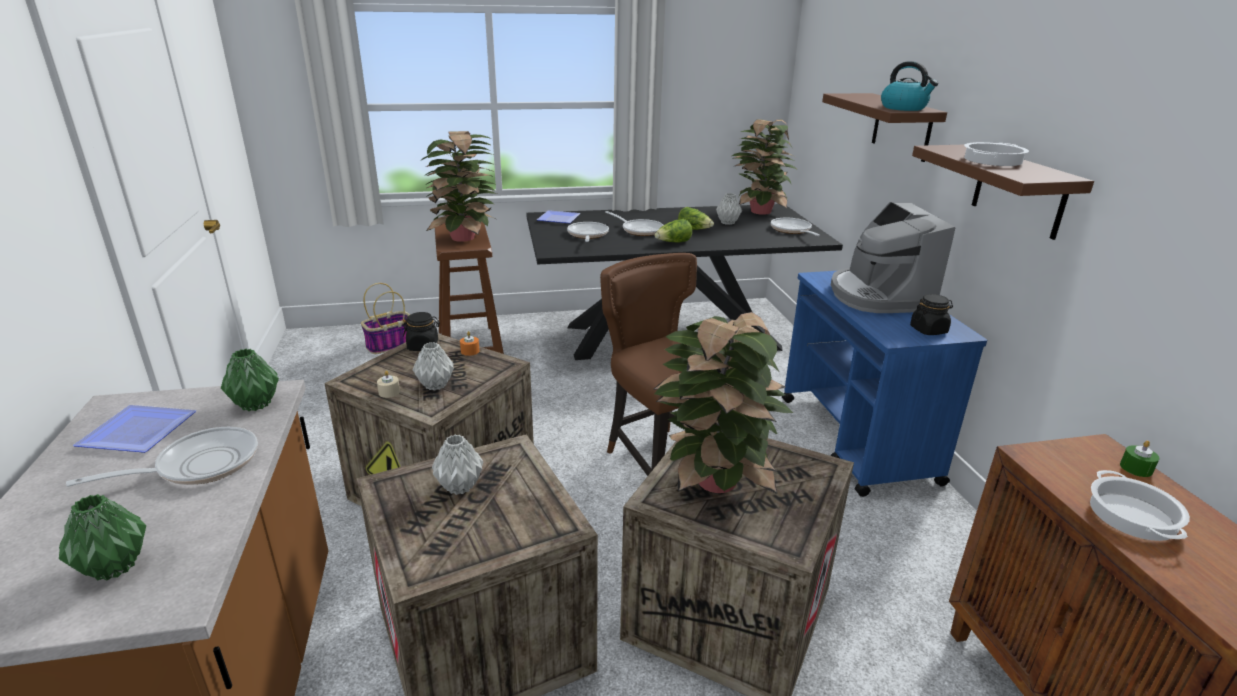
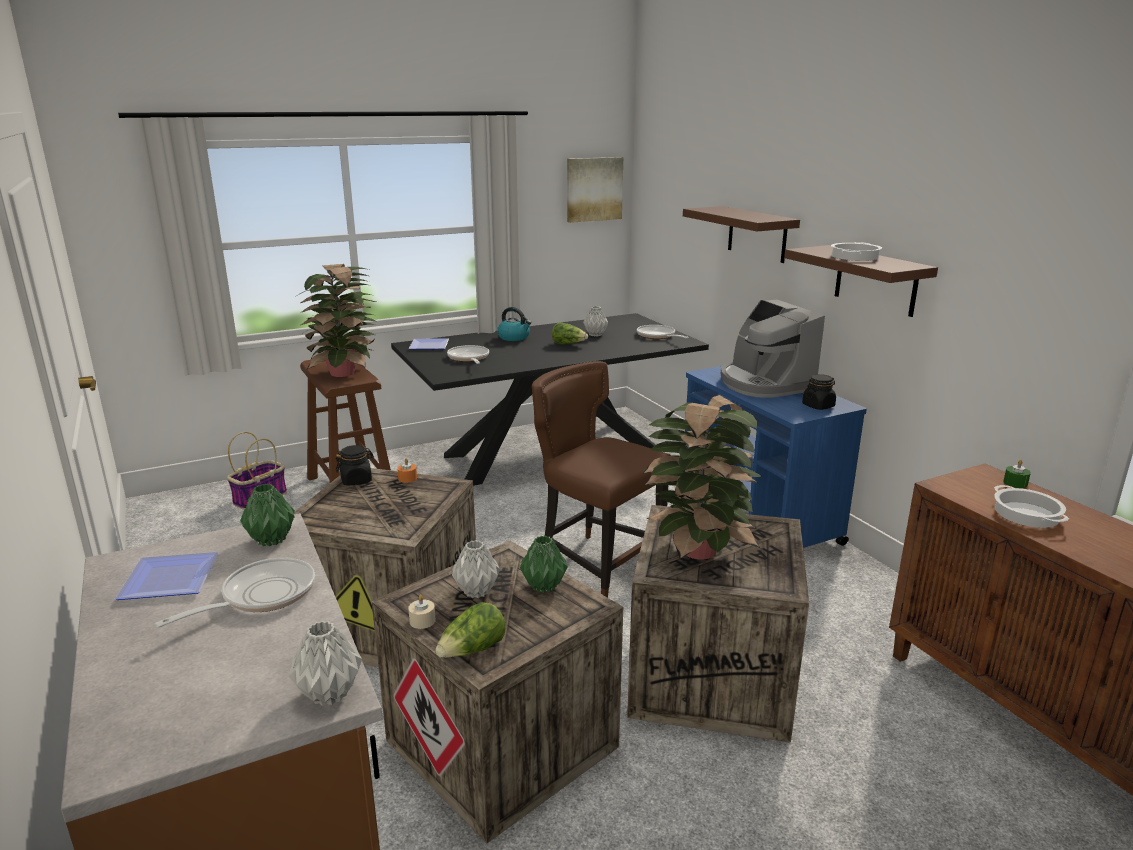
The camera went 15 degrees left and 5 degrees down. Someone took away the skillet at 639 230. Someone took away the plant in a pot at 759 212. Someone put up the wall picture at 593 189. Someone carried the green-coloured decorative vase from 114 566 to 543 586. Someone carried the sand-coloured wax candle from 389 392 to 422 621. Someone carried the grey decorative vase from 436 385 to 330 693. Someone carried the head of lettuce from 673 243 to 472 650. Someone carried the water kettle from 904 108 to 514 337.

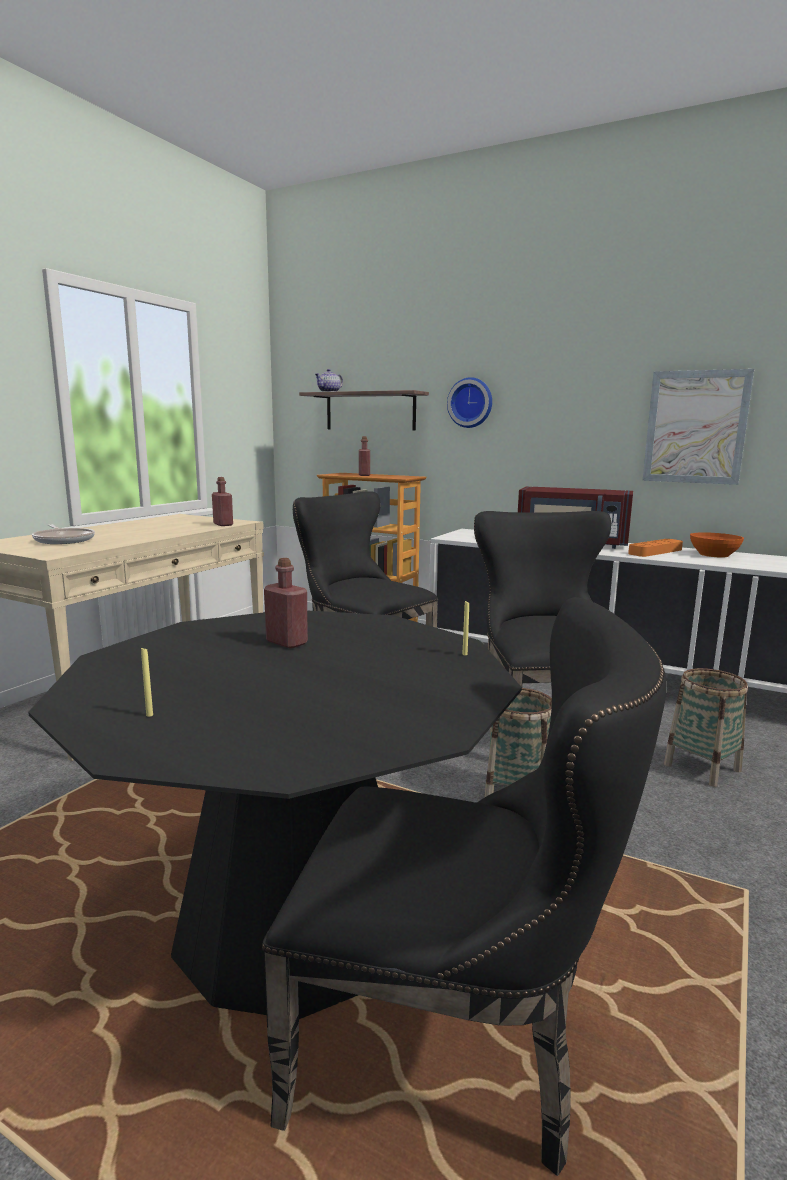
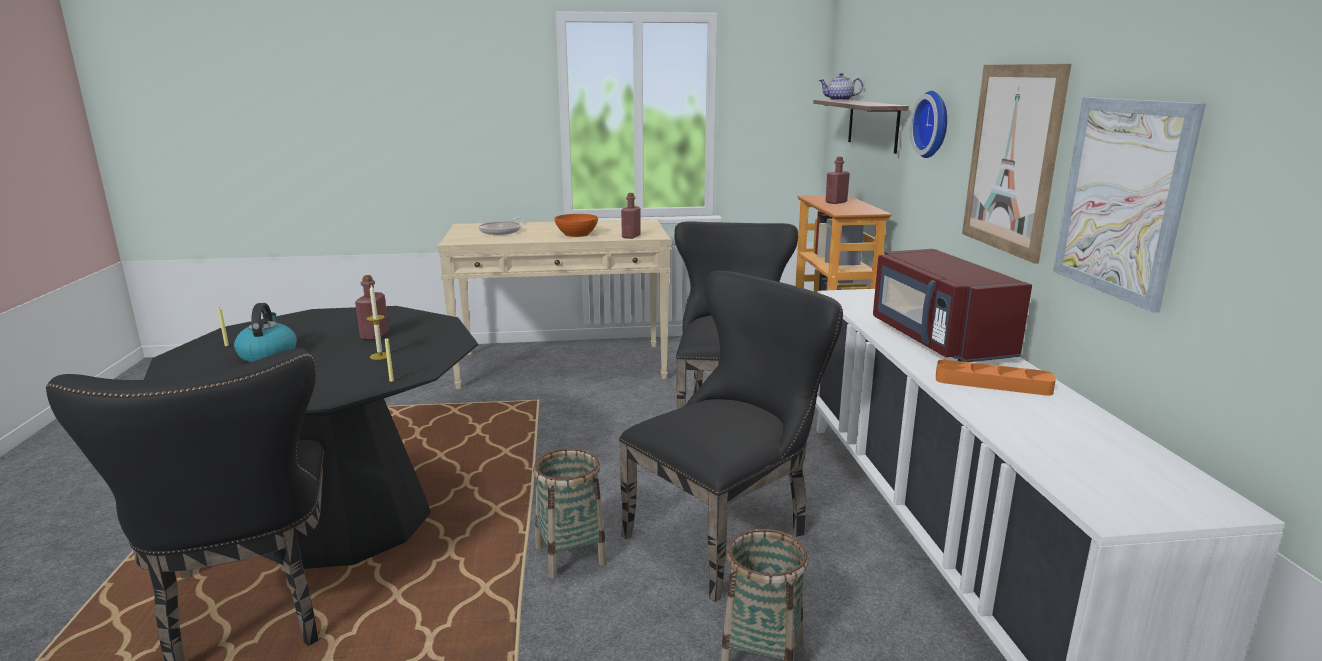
The camera went 55 degrees right and 5 degrees up. Someone put down the water kettle at 268 354. Someone put down the wax candle at 380 356. Someone put up the wall picture at 1012 159. Someone carried the orange serving bowl from 714 555 to 576 234.

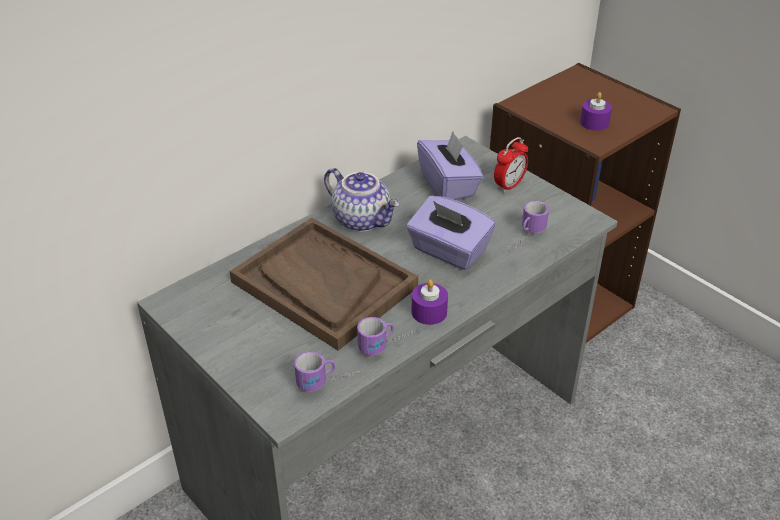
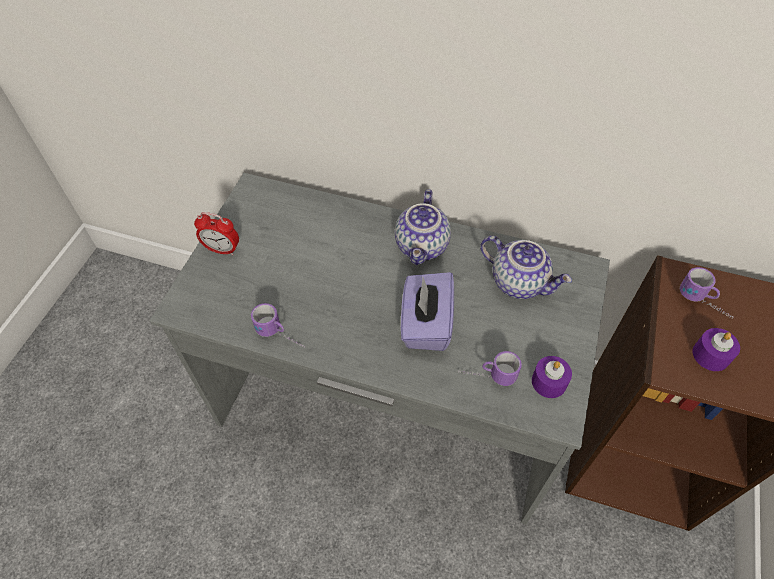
The camera went 60 degrees right and 15 degrees up. Someone took away the brown tray at 323 284. Someone carried the mug from 328 383 to 703 304. Someone carried the purple-coloured wax candle from 429 312 to 549 382. Someone carried the table clock from 509 186 to 222 249. Someone swapped the purple-coloured box of tissues at 448 185 for the pot for tea at 520 282.

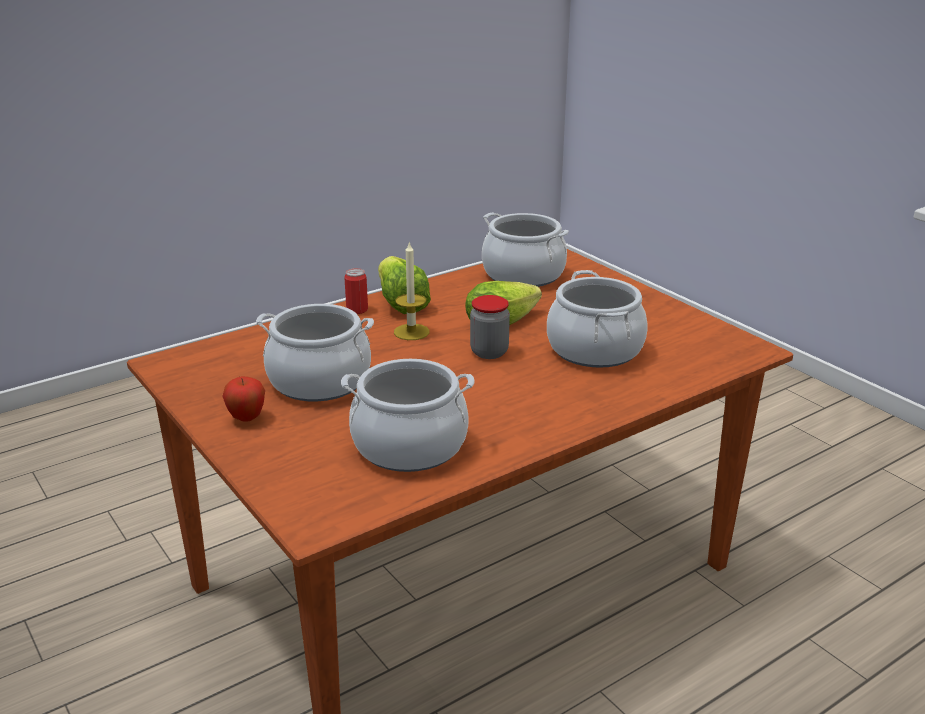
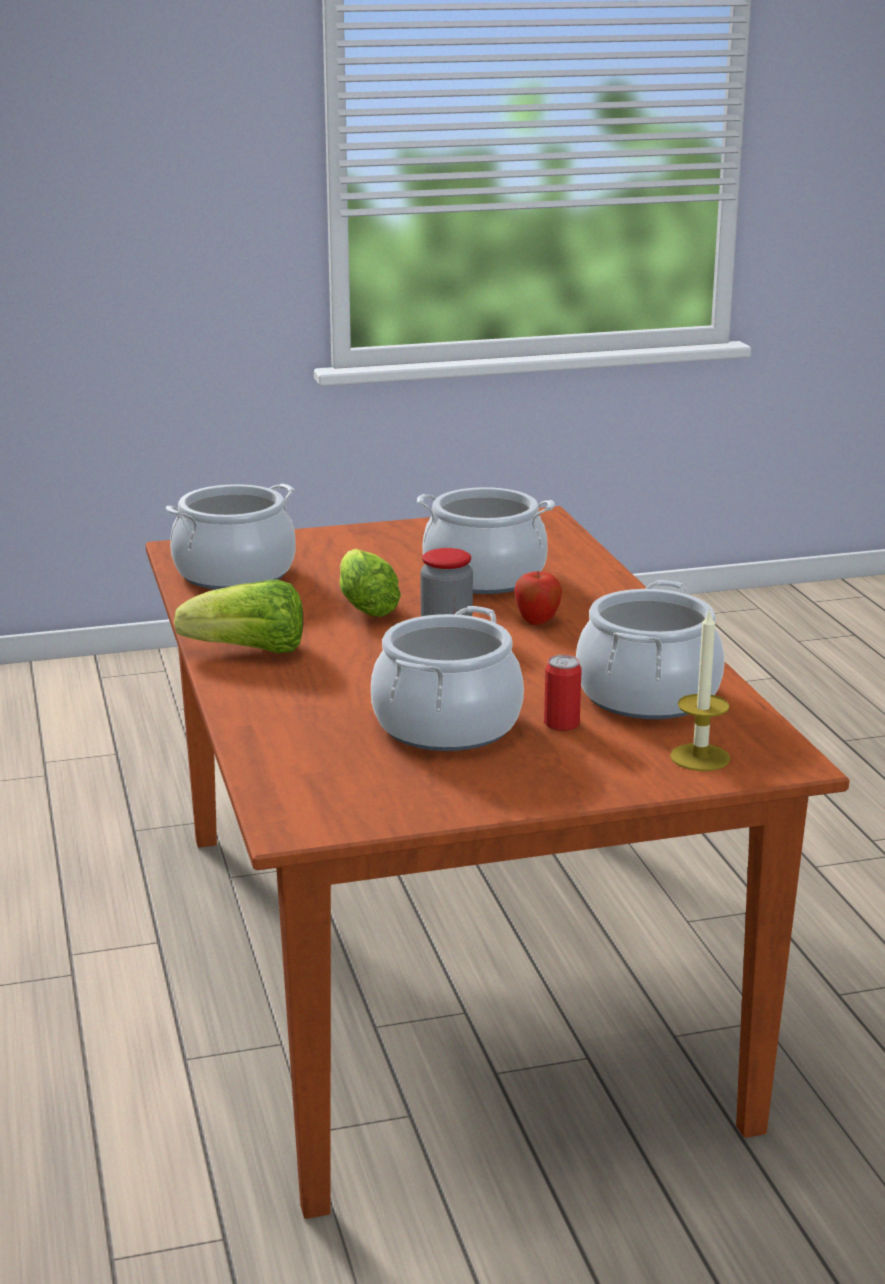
The camera went 70 degrees left and 5 degrees down. Someone carried the apple from 247 418 to 537 622. Someone carried the sealed can from 357 310 to 561 724. Someone carried the wax candle from 411 332 to 700 757.

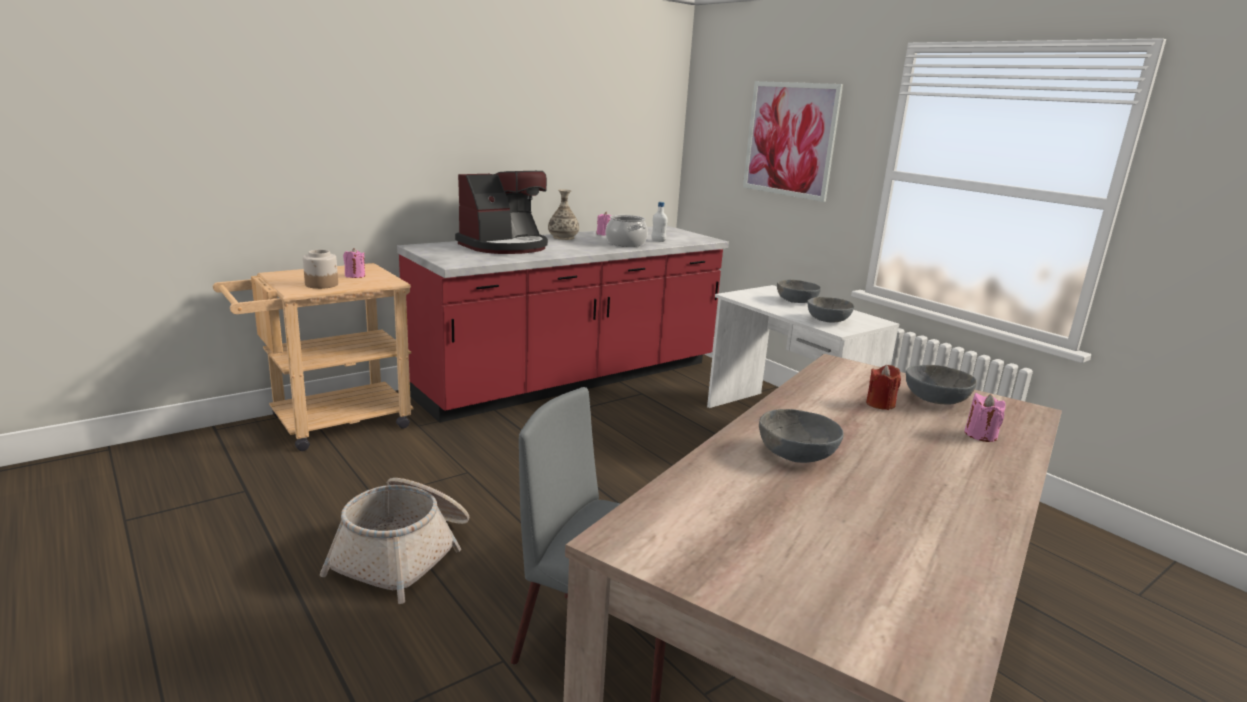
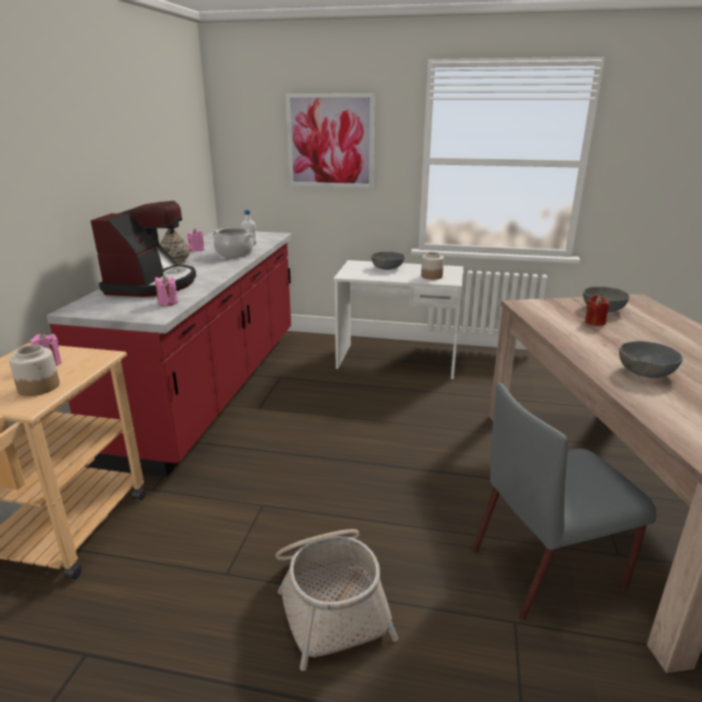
The camera went 40 degrees left and 5 degrees up. Someone carried the pink wax candle from 980 435 to 168 303. Someone swapped the grey serving bowl at 827 320 for the jar at 431 276.

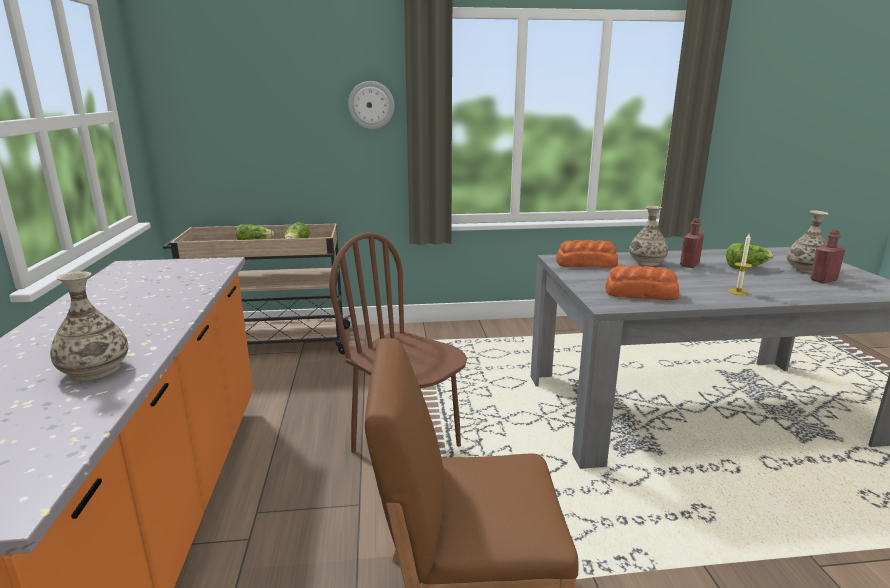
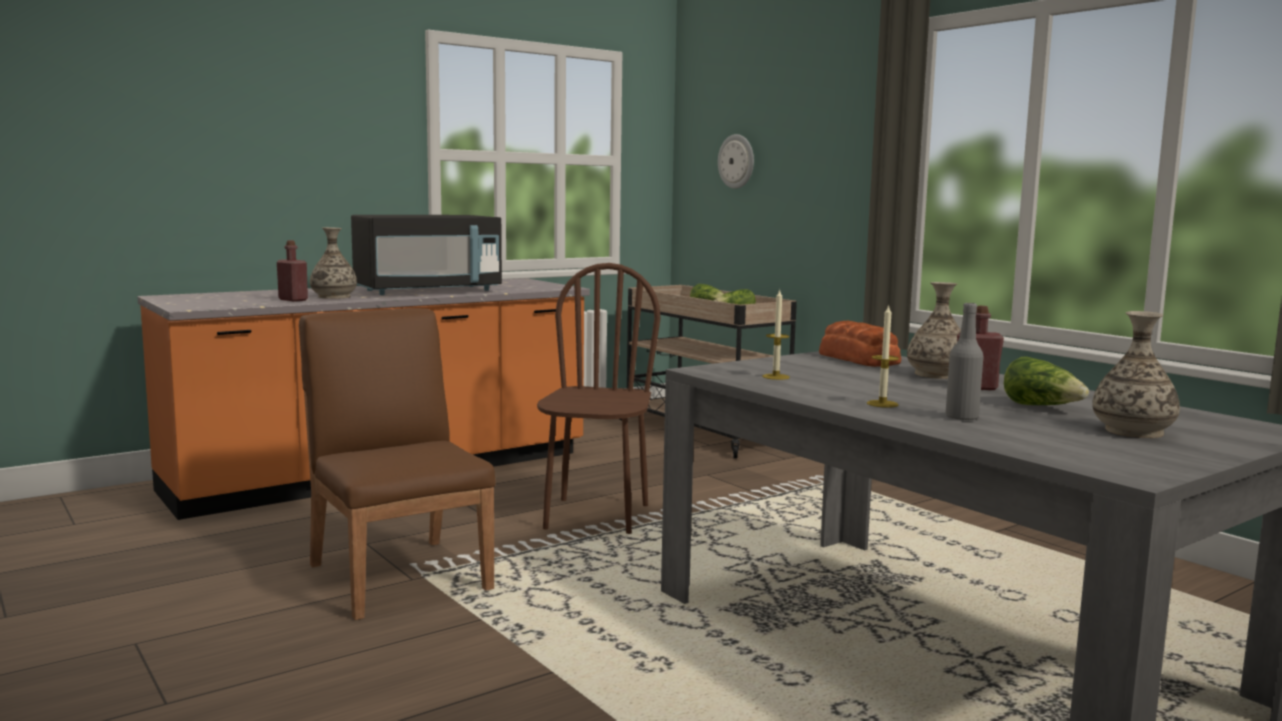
The camera went 60 degrees right and 10 degrees down. Someone put down the black-coloured microwave at 428 291. Someone put down the grey beverage bottle at 961 417. Someone carried the clock on the wall from 371 105 to 737 161. Someone carried the reddish beverage bottle from 823 280 to 293 300. Someone swapped the bakery bread at 641 294 for the wax candle at 776 377.

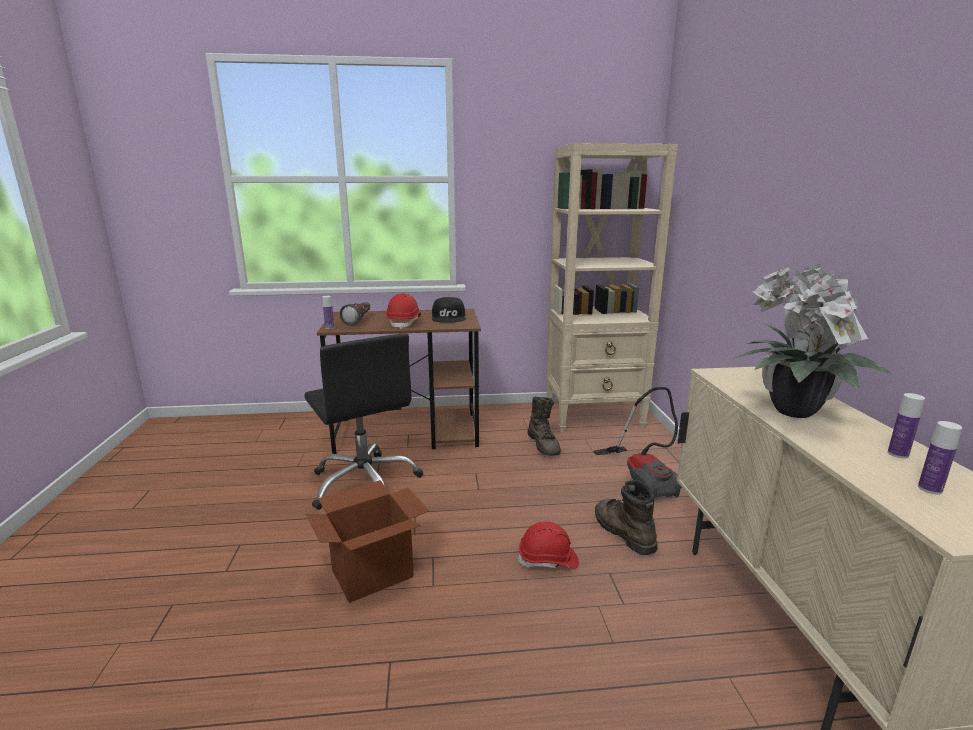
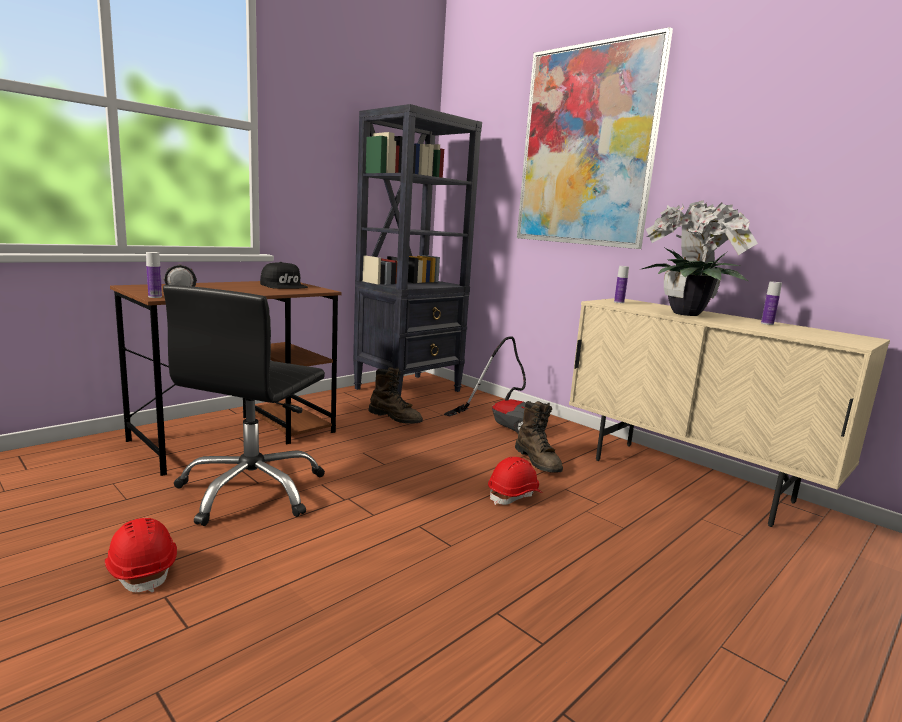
The camera went 40 degrees left and 5 degrees down. Someone took away the carton at 373 573. Someone put up the wall picture at 586 146. Someone carried the reddish safety helmet from 404 323 to 142 570. Someone carried the beverage bottle from 930 489 to 619 302. Someone repainted the sand-coloured bookcase at 594 416, which became the black-coloured bookcase at 409 389. Someone rotated the black-coloured desk chair at 365 483 by 90 degrees clockwise. Someone rotated the brown high-top boot at 622 532 by 135 degrees counterclockwise.

